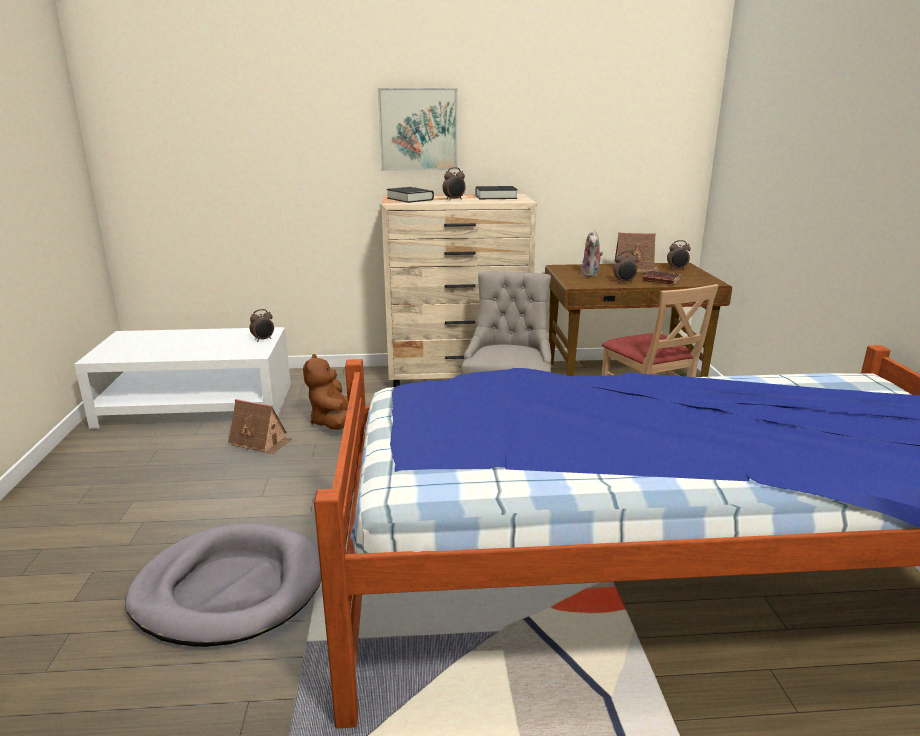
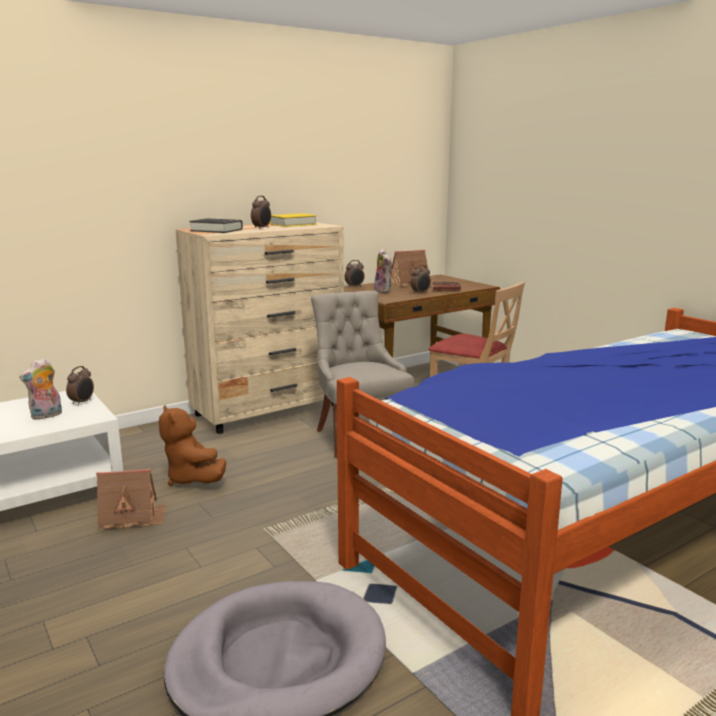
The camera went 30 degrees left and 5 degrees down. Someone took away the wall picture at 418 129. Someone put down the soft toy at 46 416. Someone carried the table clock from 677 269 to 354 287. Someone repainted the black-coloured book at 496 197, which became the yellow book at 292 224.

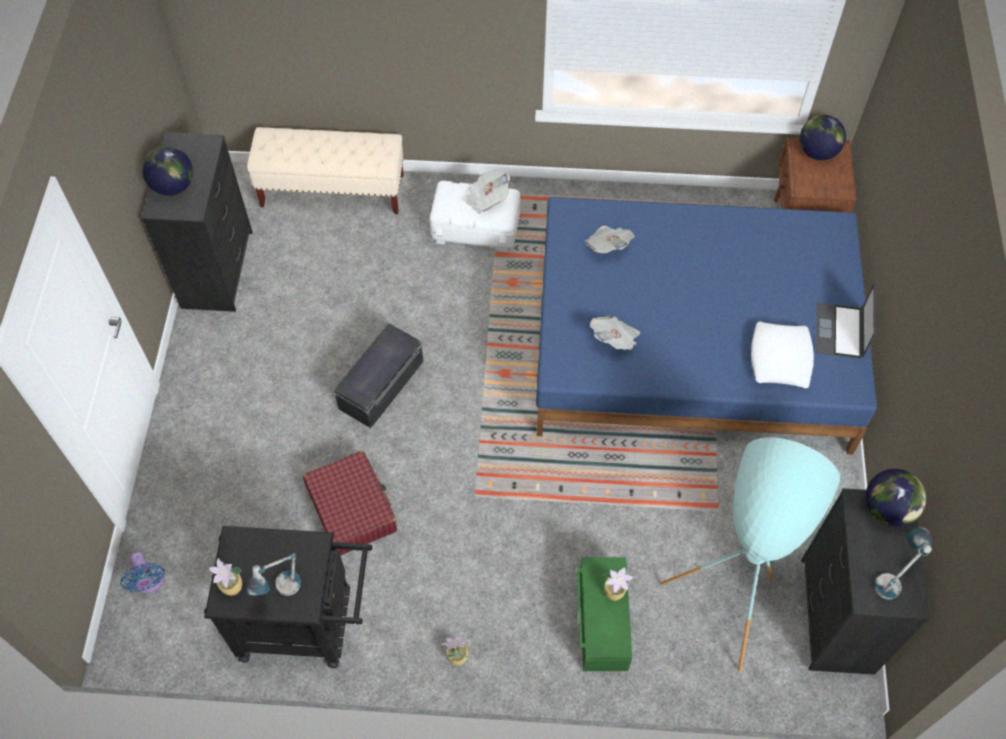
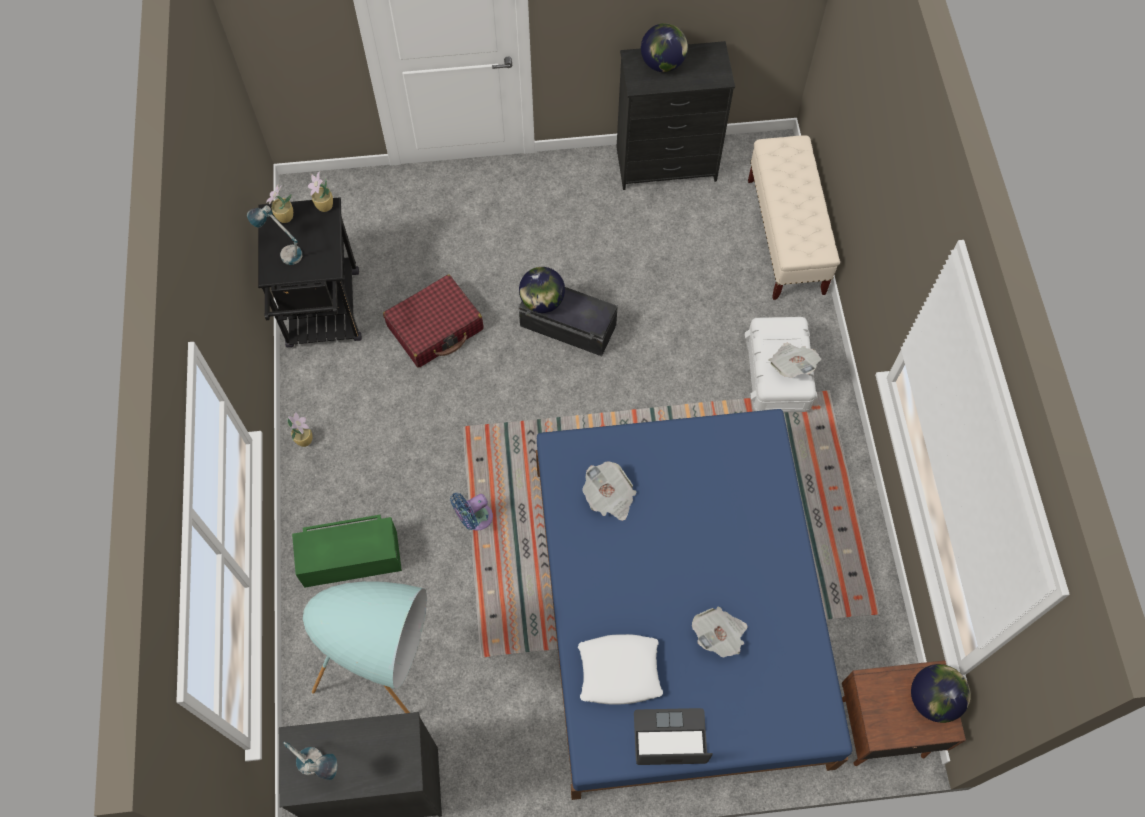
The camera went 80 degrees right and 5 degrees up. Someone carried the blue-coloured electric fan from 149 582 to 474 518. Someone carried the newspaper from 608 246 to 719 635. Someone carried the plant in a pot from 615 593 to 324 206. Someone carried the globe from 888 509 to 542 302.

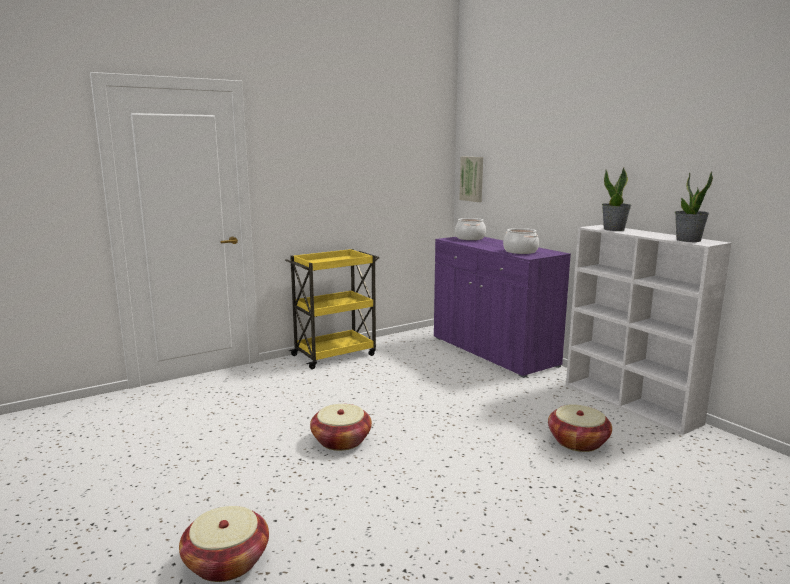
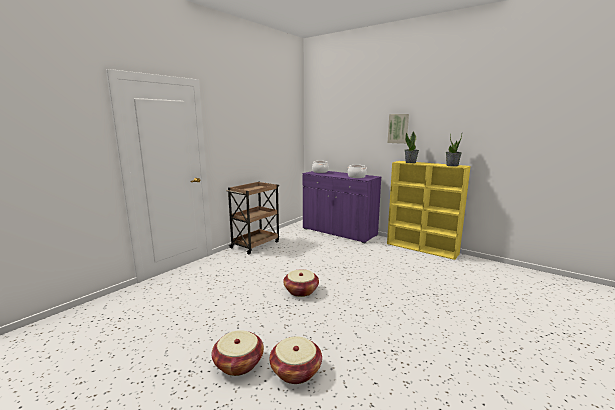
The camera went 20 degrees left and 0 degrees up. Someone carried the wall picture from 472 179 to 398 128. Someone carried the storage basket from 578 442 to 238 363. Someone repainted the yellow wheeled cart at 335 355, which became the brown wheeled cart at 255 244. Someone repainted the white-coloured bookcase at 631 403, which became the yellow bookcase at 422 248.

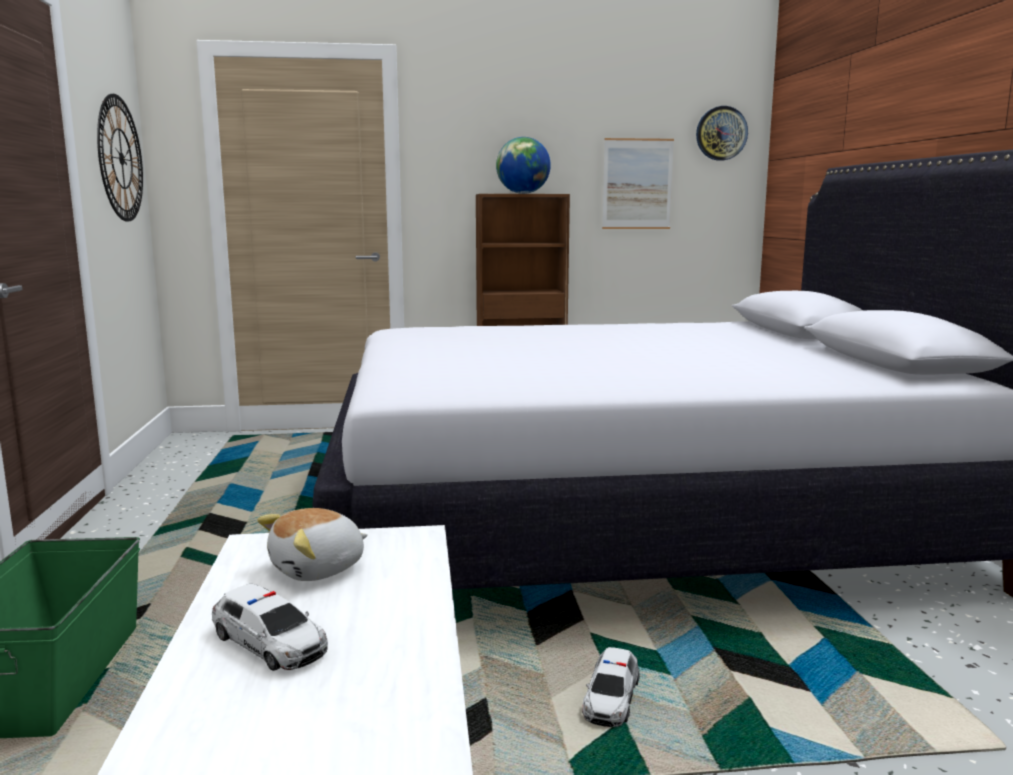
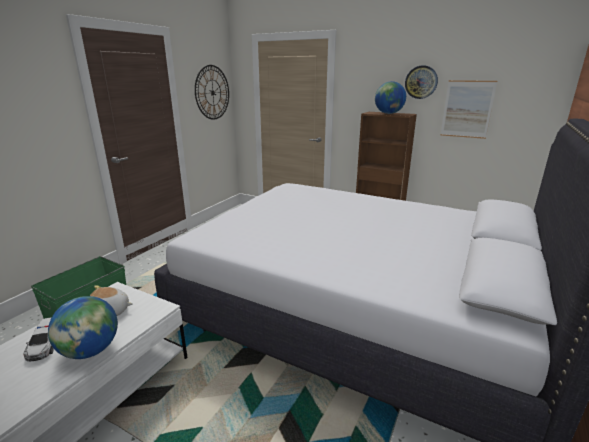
The camera went 35 degrees right and 10 degrees up. Someone took away the miniature car at 611 698. Someone put down the globe at 90 350. Someone carried the clock on the wall from 721 133 to 421 82.

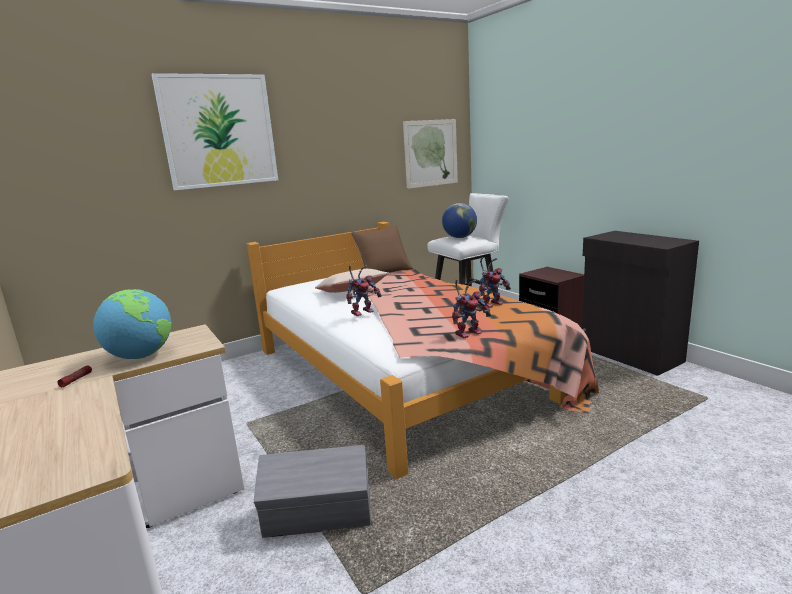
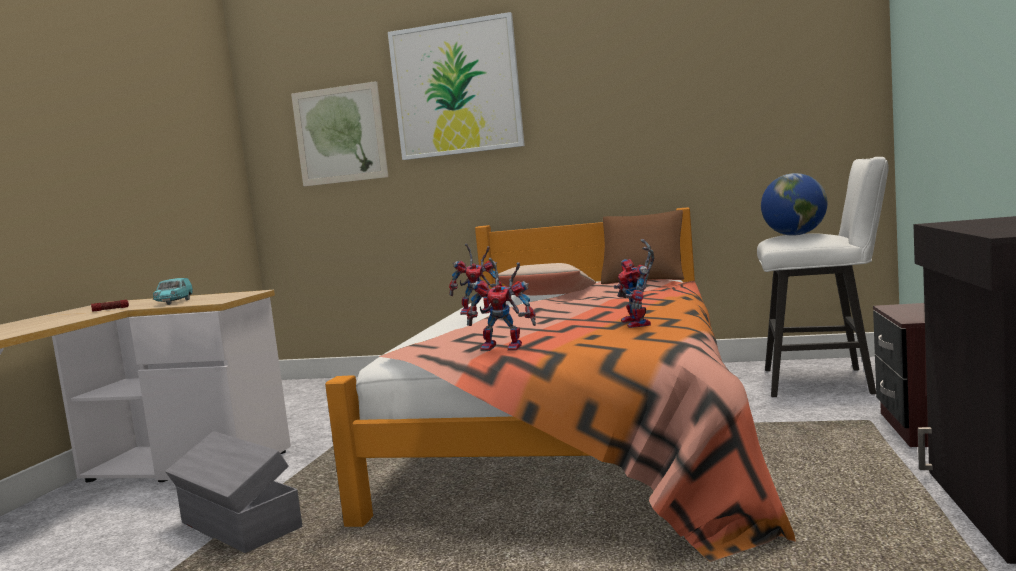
The camera went 45 degrees right and 10 degrees down. Someone carried the wall picture from 431 153 to 340 135. Someone swapped the globe at 141 356 for the turquoise miniature car at 174 302. Someone rotated the model robot at 492 304 by 75 degrees clockwise.

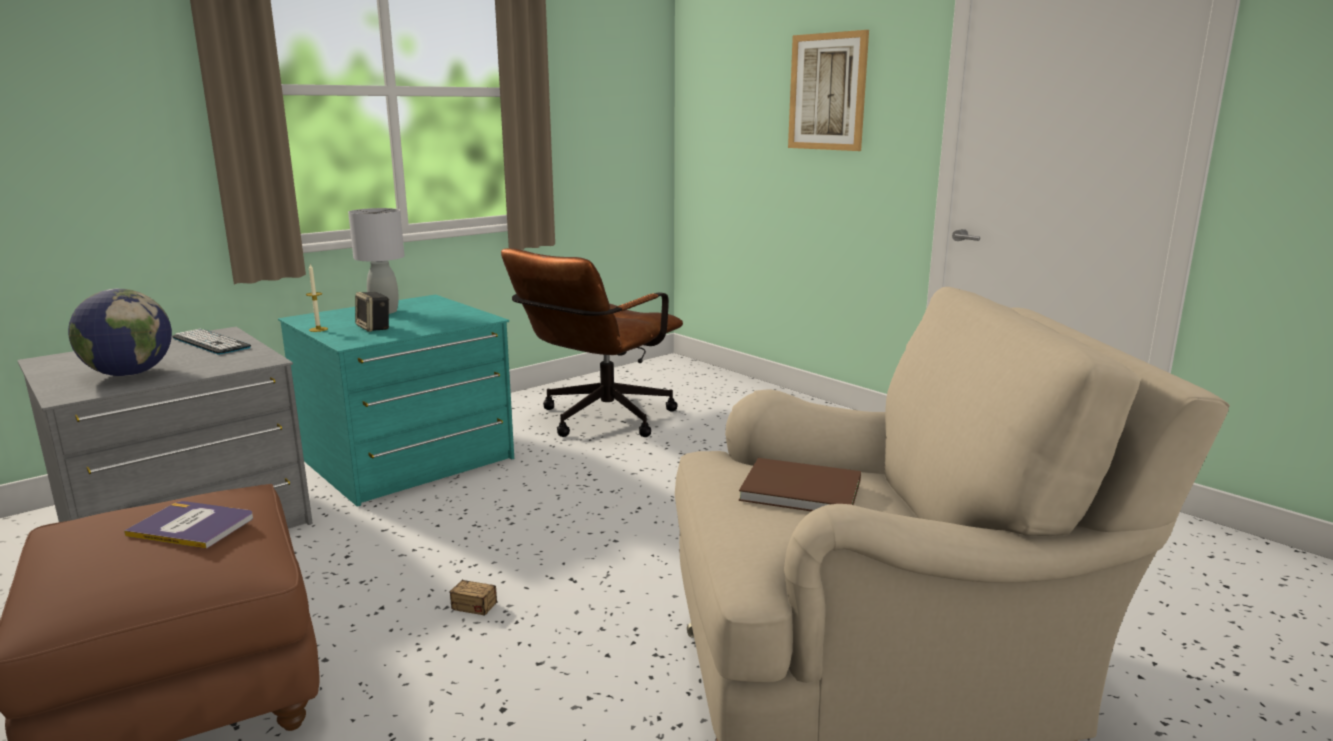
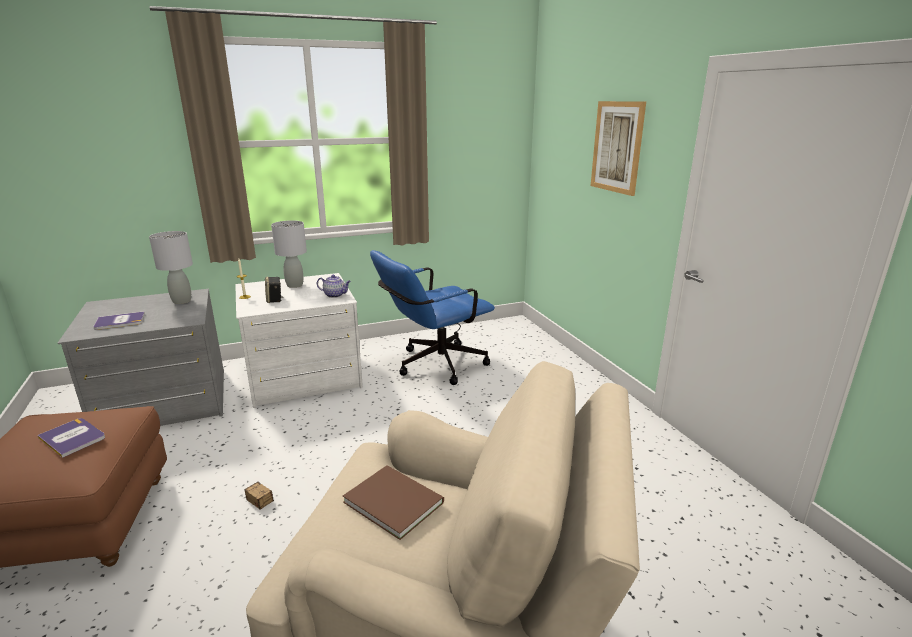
The camera went 20 degrees right and 5 degrees up. Someone put down the pot for tea at 335 295. Someone swapped the globe at 129 374 for the book at 120 321. Someone swapped the PC keyboard at 211 343 for the grey table lamp at 182 301. Someone repainted the turquoise dresser at 408 459, which became the white-coloured dresser at 304 377. Someone repainted the brown desk chair at 598 420, which became the blue-coloured desk chair at 434 365.

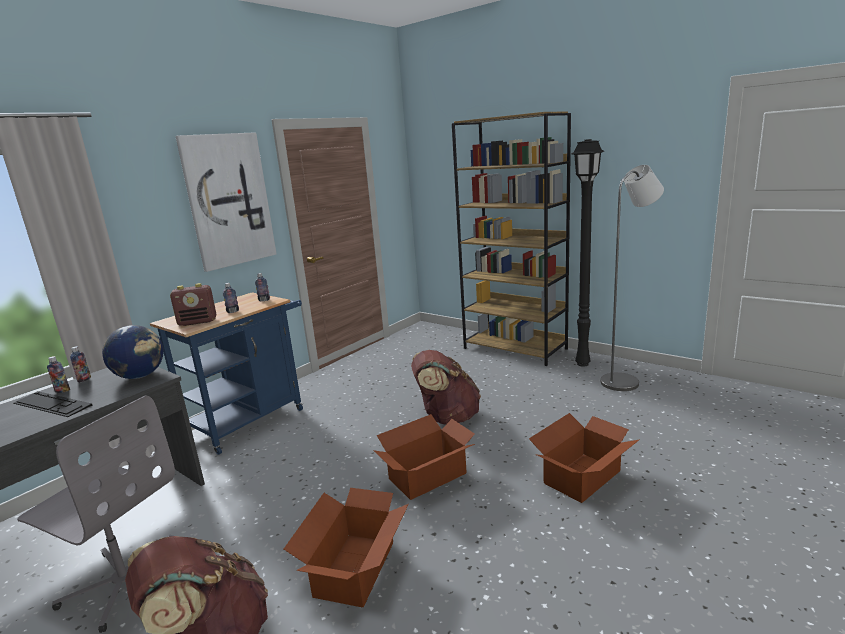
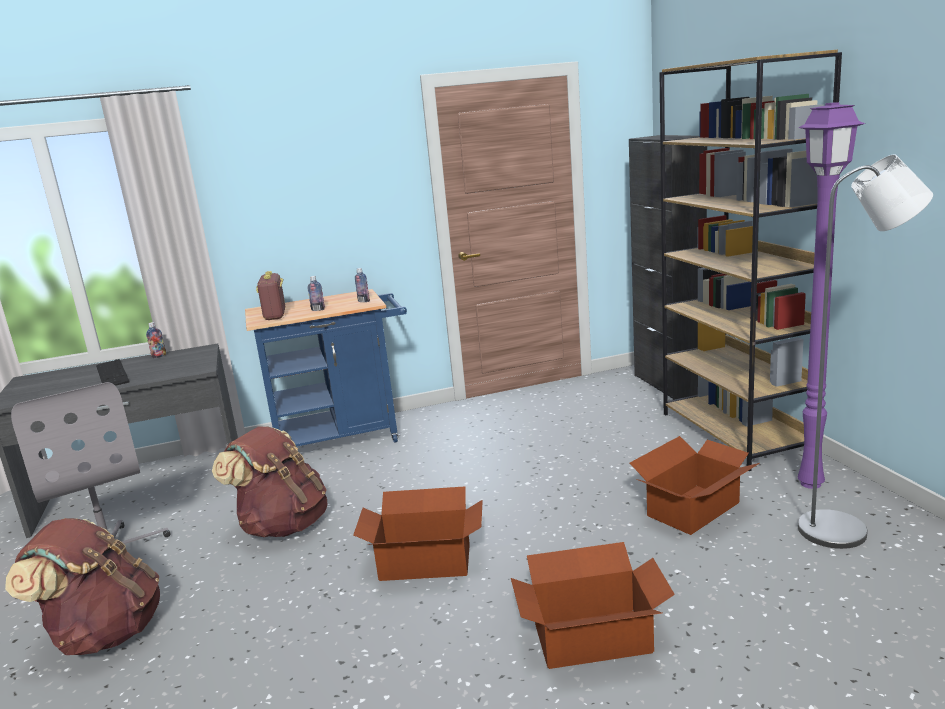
The camera went 35 degrees right and 0 degrees up. Someone took away the beverage bottle at 62 391. Someone took away the globe at 140 376. Someone took away the wall picture at 228 200. Someone put down the black-coloured cabinet at 668 384. Someone carried the carton from 356 568 to 694 509. Someone carried the brown rucksack from 447 417 to 283 525. Someone repainted the black-coloured standing lamp at 582 363, which became the purple-coloured standing lamp at 811 483. Someone rotated the radio set at 198 322 by 60 degrees clockwise.

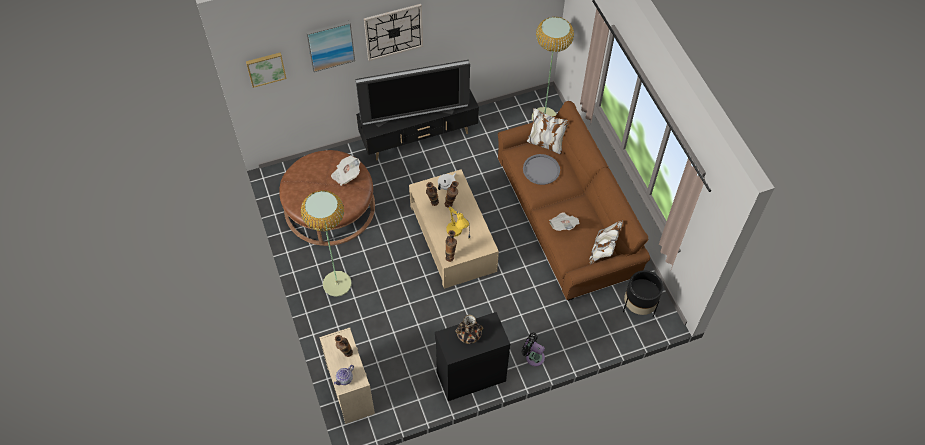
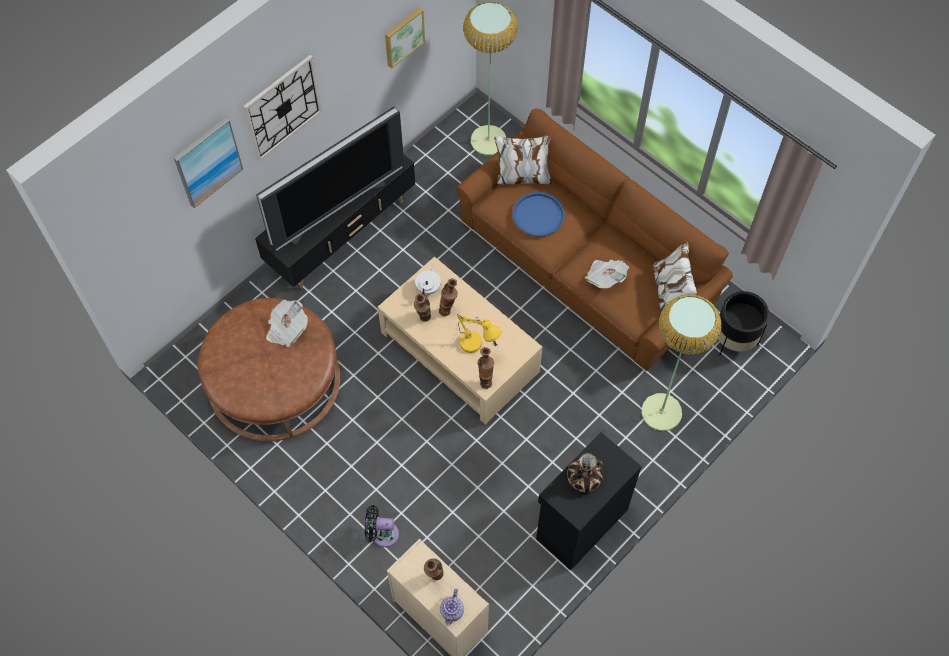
The camera went 25 degrees left and 5 degrees up. Someone carried the wall picture from 265 68 to 403 36. Someone carried the standing lamp from 336 283 to 661 412. Someone carried the black-coloured electric fan from 533 356 to 382 534. Someone repainted the grey tray at 541 170, which became the blue-coloured tray at 538 215.

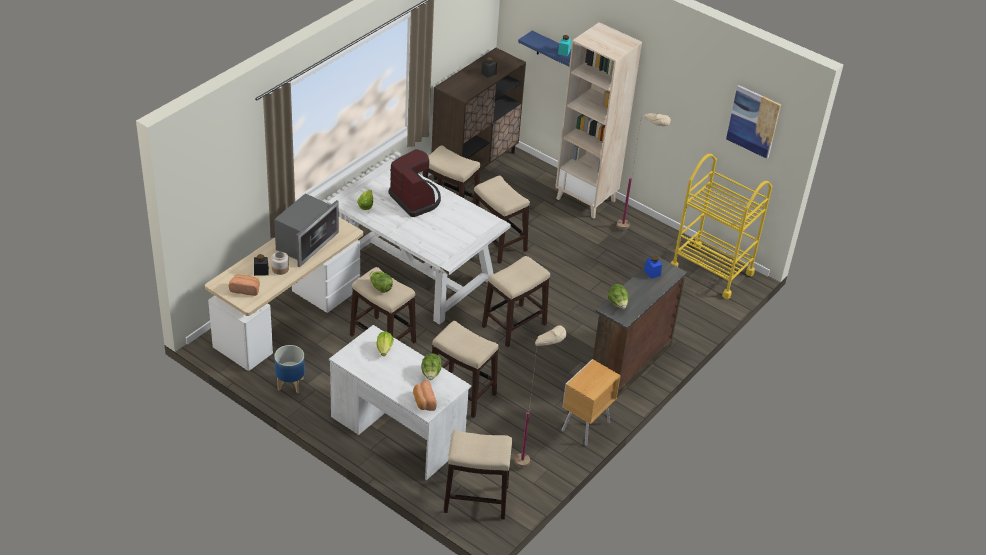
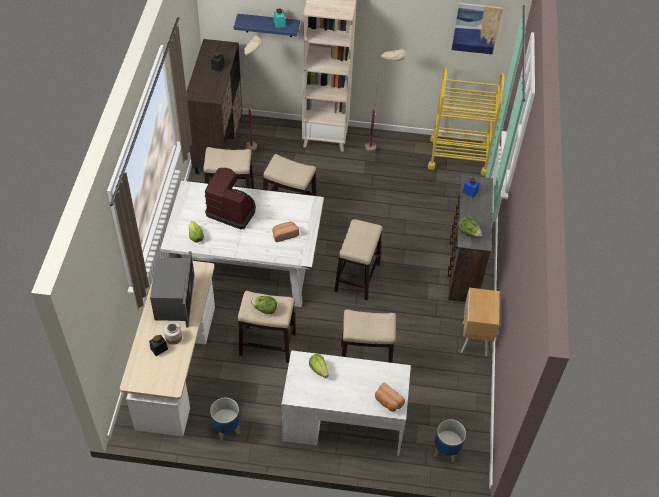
The camera went 30 degrees left and 10 degrees up. Someone took away the head of lettuce at 431 374. Someone carried the bakery bread from 245 289 to 284 235. Someone carried the sand-coloured standing lamp from 532 458 to 255 142. Someone swapped the stool seat at 475 499 for the flower pot at 446 451.

